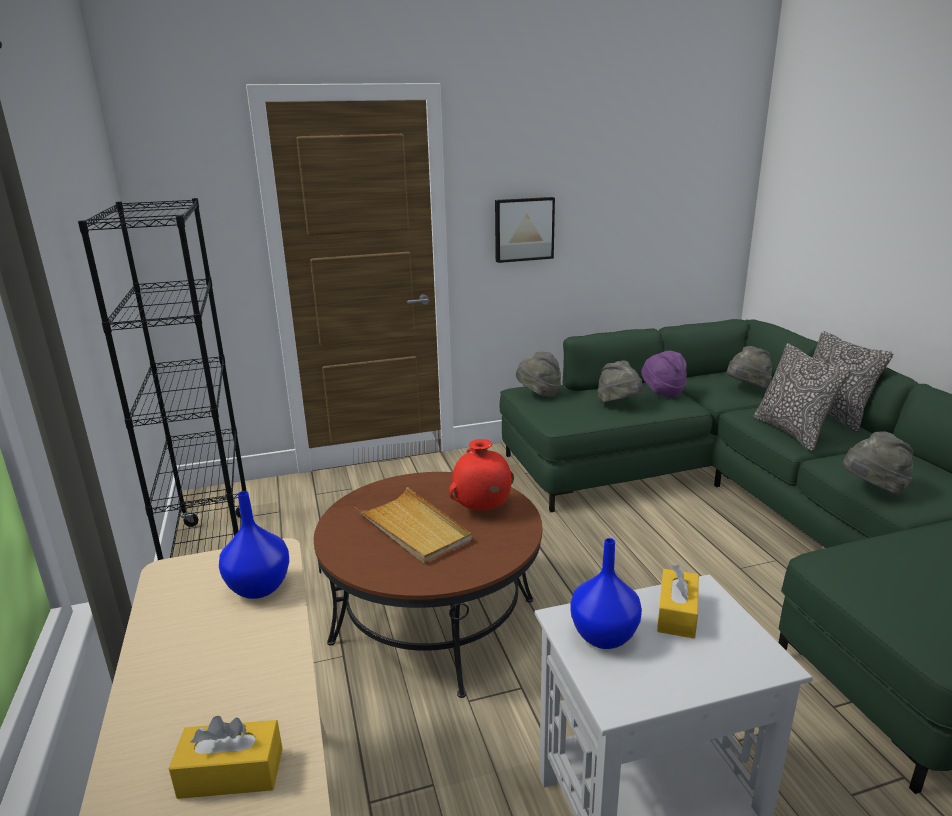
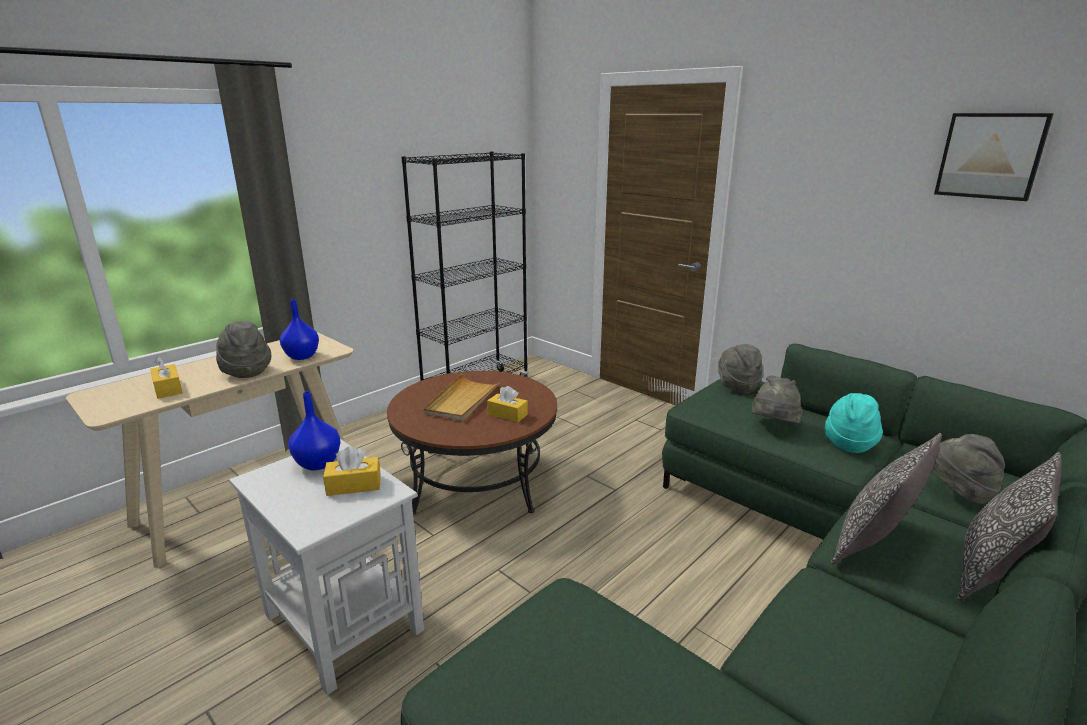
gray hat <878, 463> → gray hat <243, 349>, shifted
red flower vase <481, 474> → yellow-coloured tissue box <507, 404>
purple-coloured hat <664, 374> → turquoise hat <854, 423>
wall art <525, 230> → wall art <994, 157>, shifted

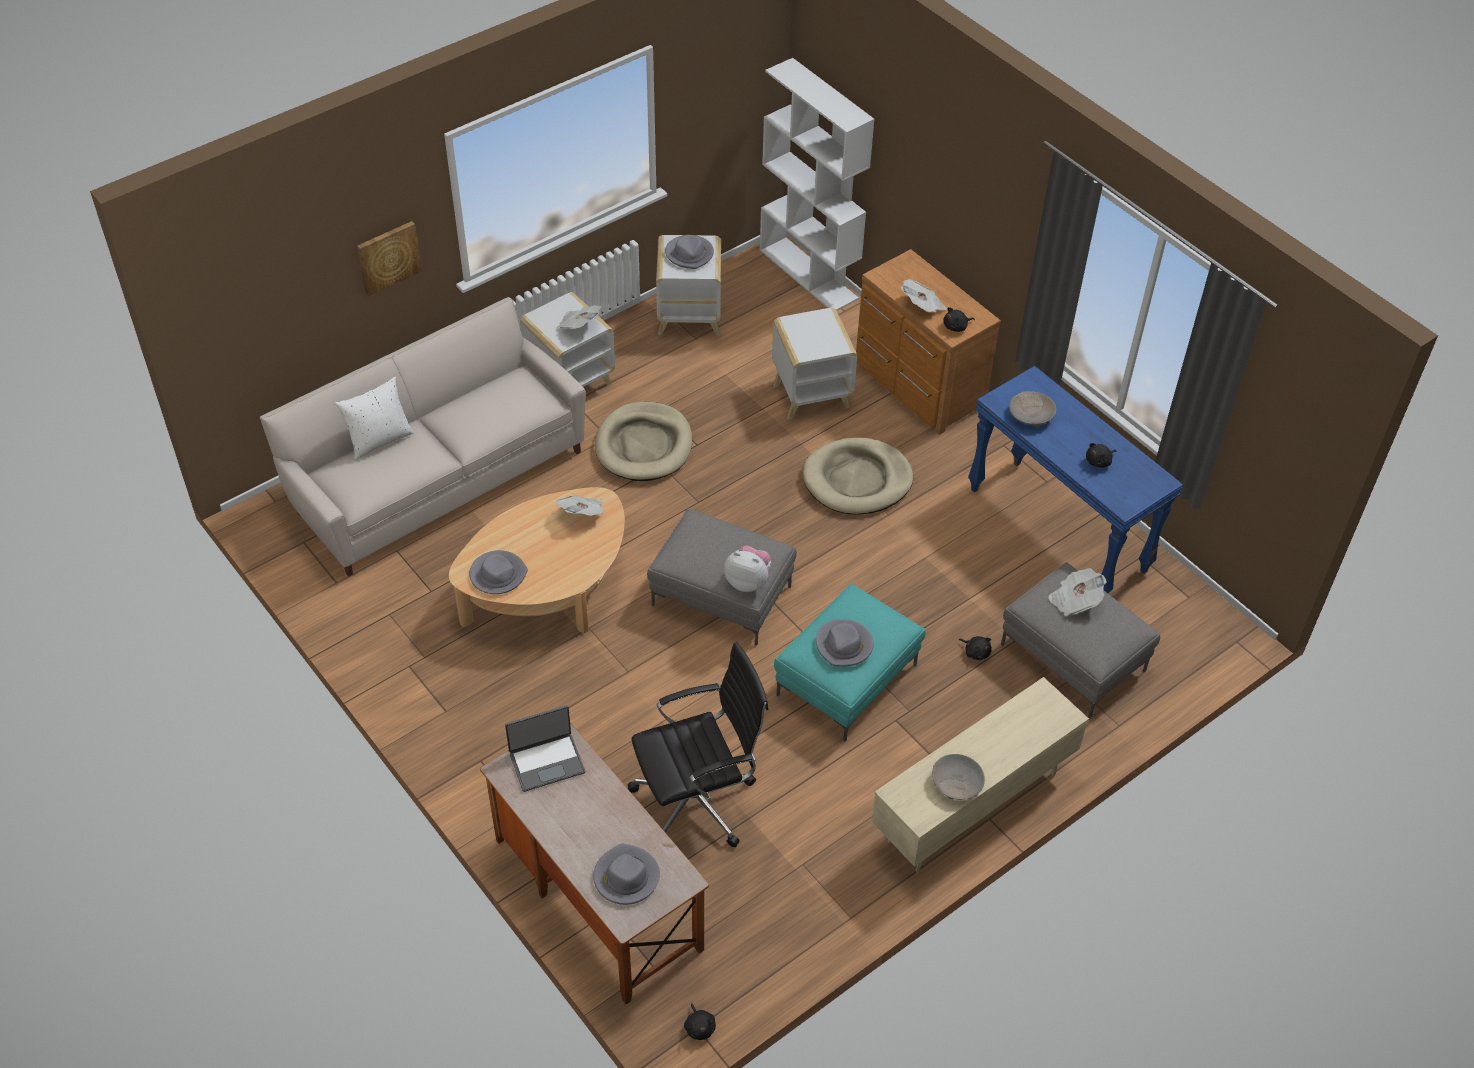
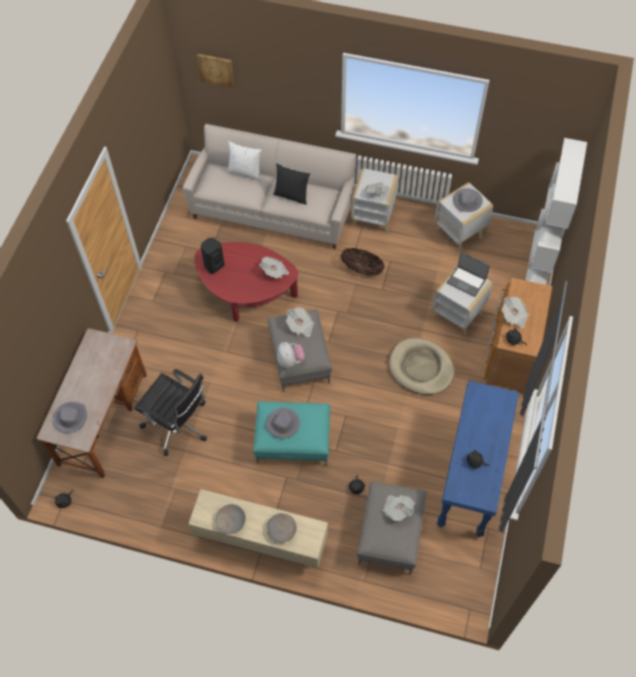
beige low table <537, 560> → red low table <246, 282>
wall art <389, 258> → wall art <216, 71>, shifted
gray hat <498, 572> → black audio speaker <212, 256>
beige bowl <1032, 409> → beige bowl <281, 528>, shifted
- → black throw pillow <291, 184>
- → newspaper <300, 322>
beige pet bed <643, 441> → basket <363, 262>
portable computer <545, 748> → portable computer <468, 274>, shifted

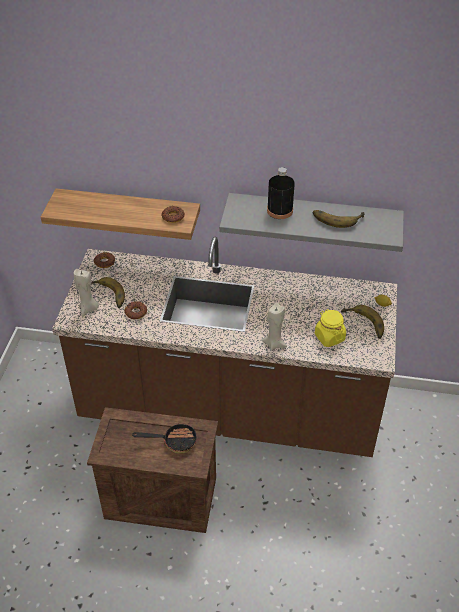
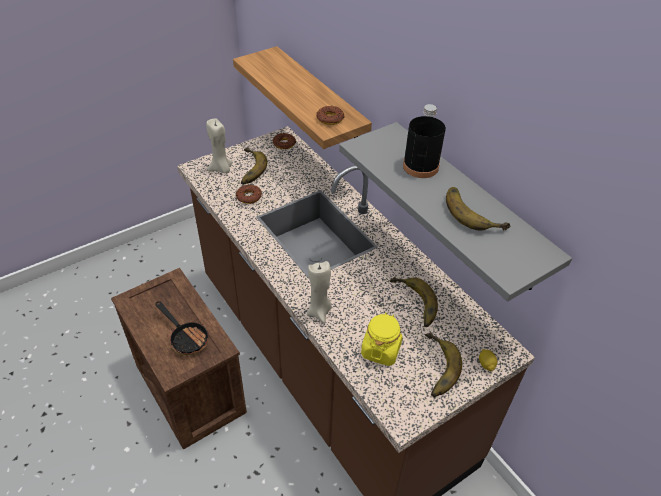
- → banana <414, 302>

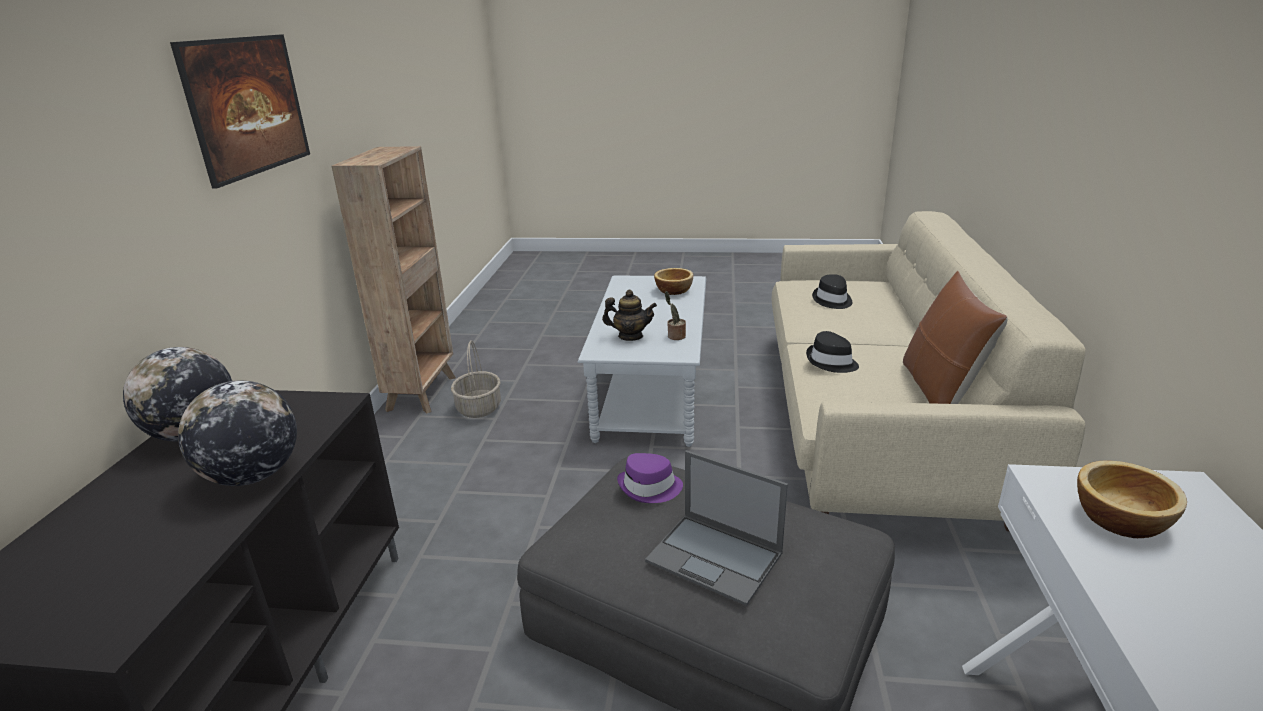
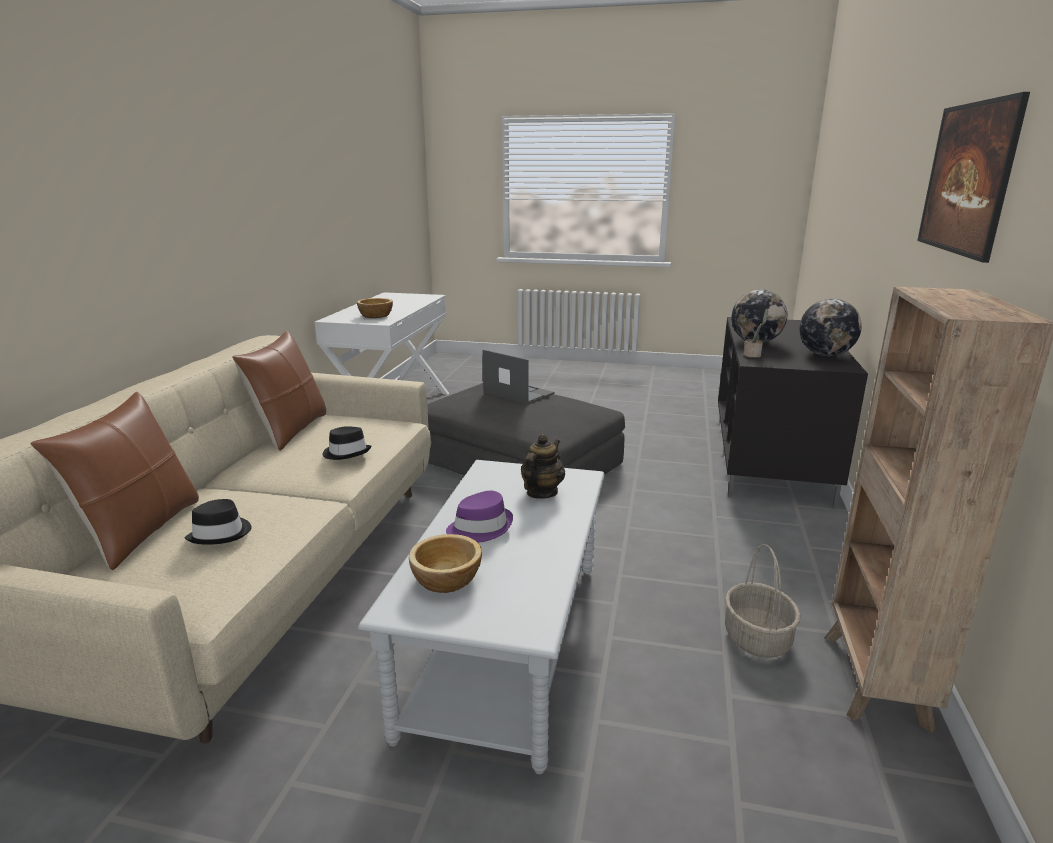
- → brownish throw pillow <115, 481>
purple-coloured hat <650, 478> → purple-coloured hat <479, 517>, shifted
teapot <629, 315> → teapot <543, 466>, 105 degrees clockwise
houseplant <675, 315> → houseplant <756, 333>, shifted

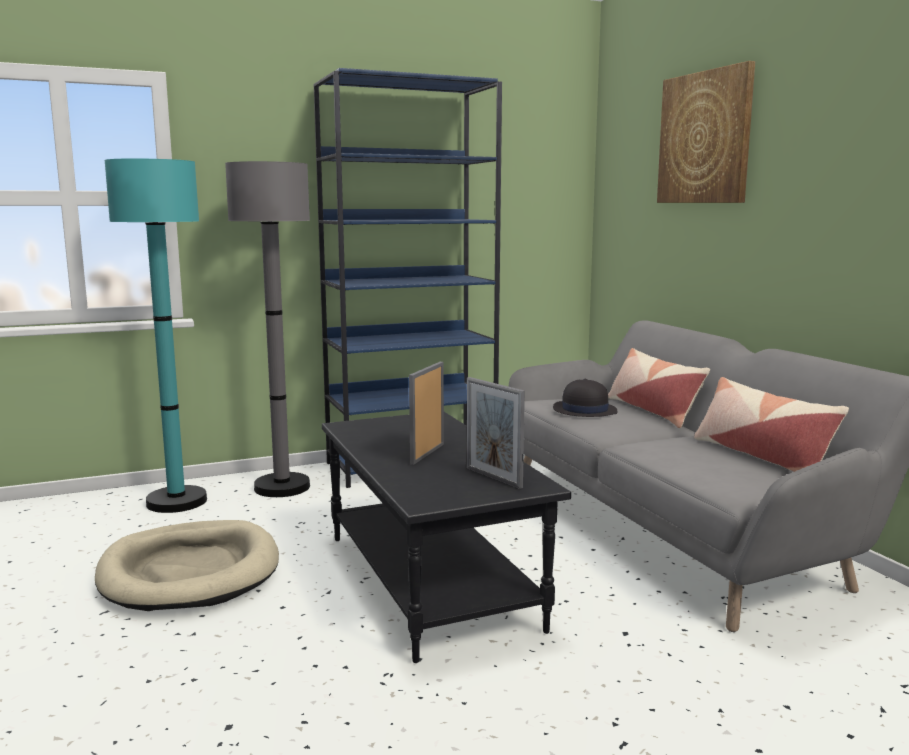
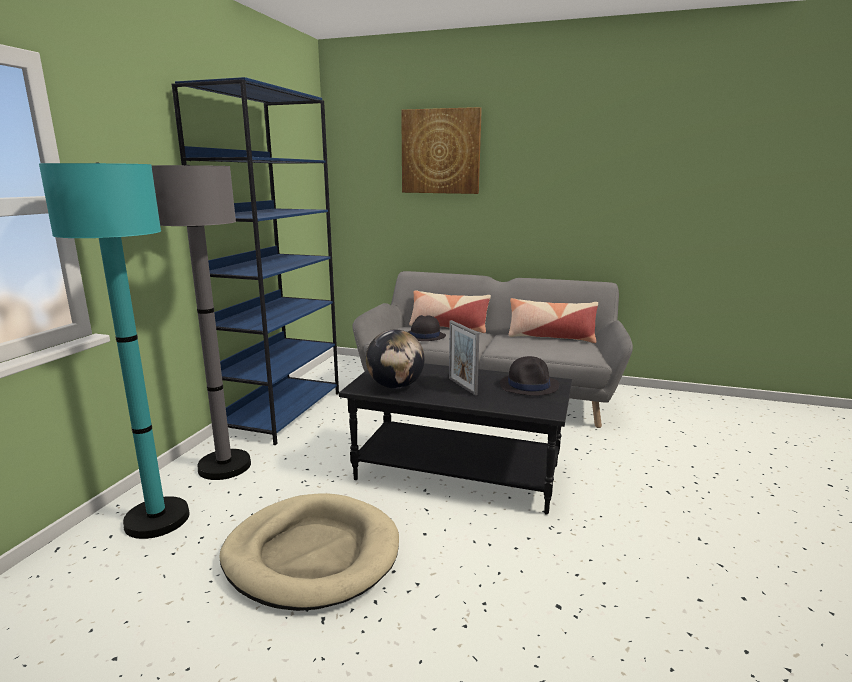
- → desk globe <395, 359>
standing frame <496, 433> → black hat <529, 376>

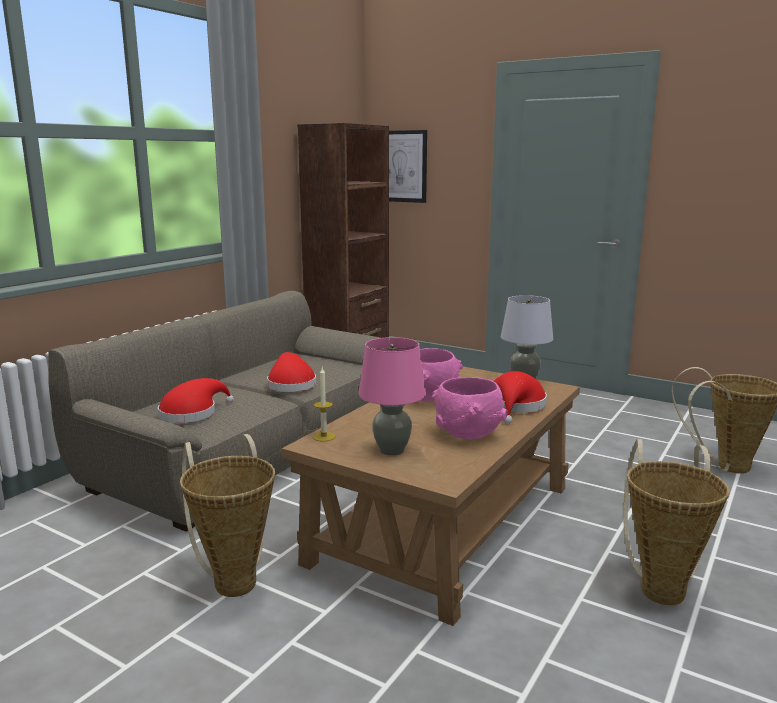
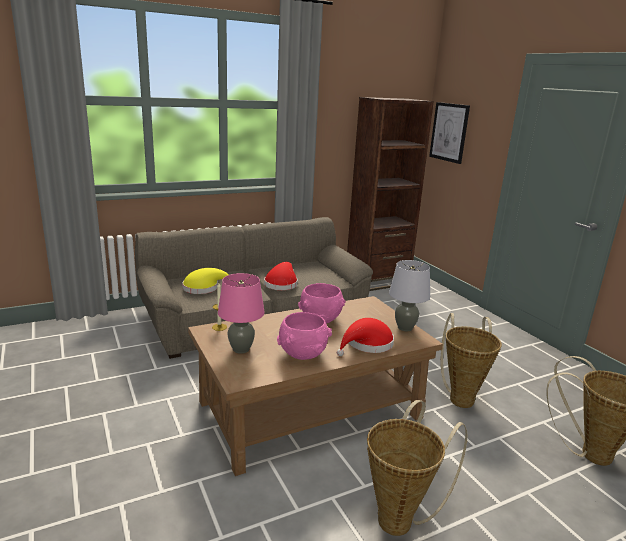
red hat <196, 400> → yellow-coloured hat <205, 281>
basket <227, 515> → basket <471, 360>, shifted

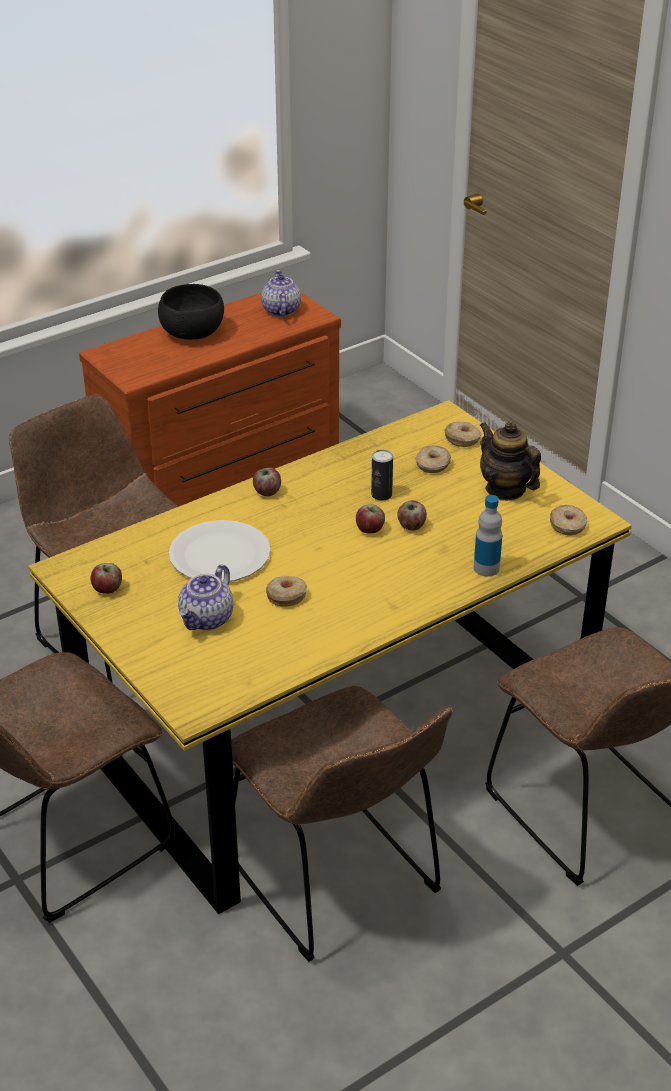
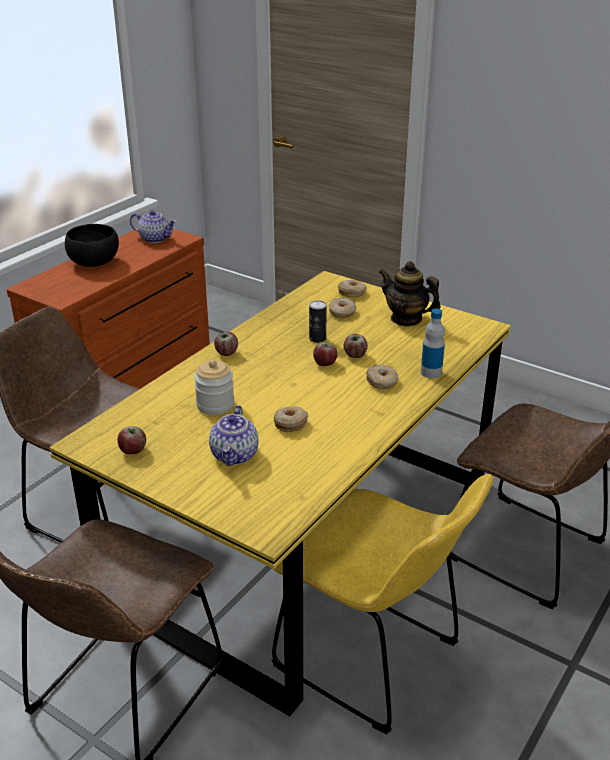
teapot <281, 293> → teapot <153, 226>, 135 degrees clockwise
white-coloured dinner plate <220, 551> → preserve jar <214, 387>
brownish plain chair <342, 824> → yellow-coloured plain chair <383, 604>
donut <568, 520> → donut <382, 377>, shifted

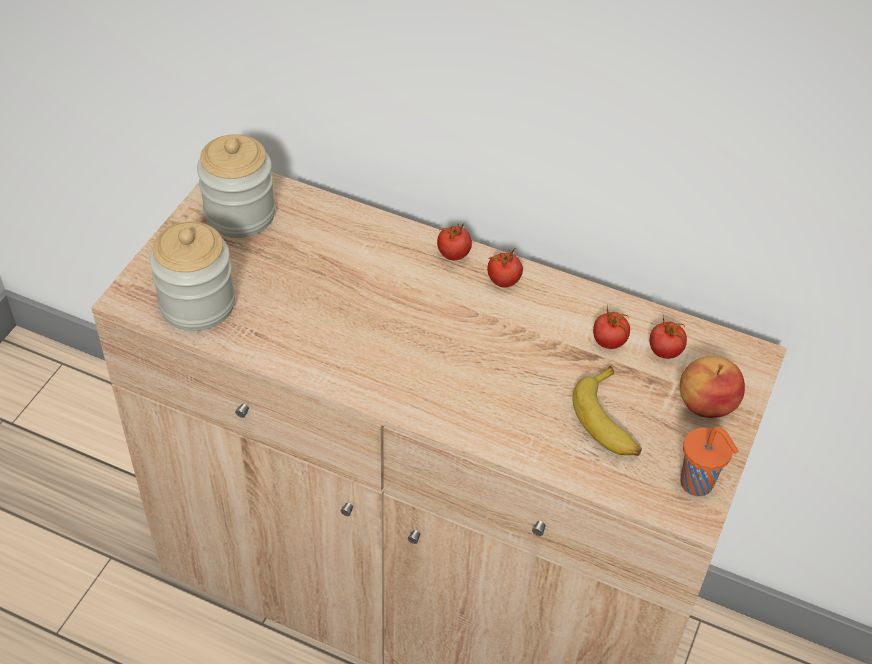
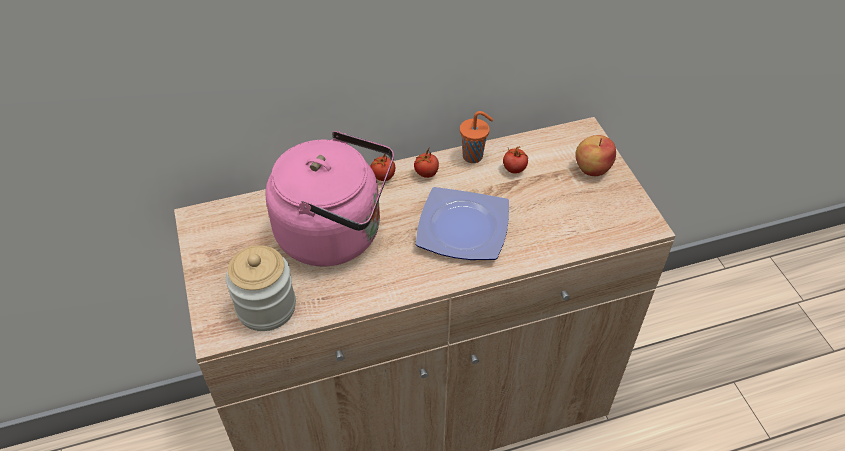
- → pink tea kettle <329, 199>
- → dinner plate <462, 223>
orangey cup <709, 461> → orangey cup <476, 137>, shifted
preserve jar <236, 186> → -
banana <607, 411> → -
whole tomato <668, 336> → -

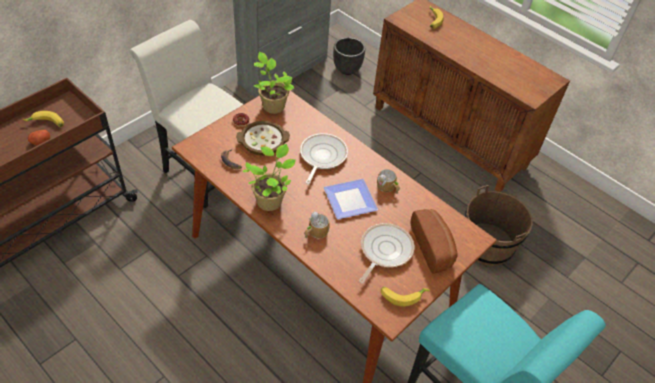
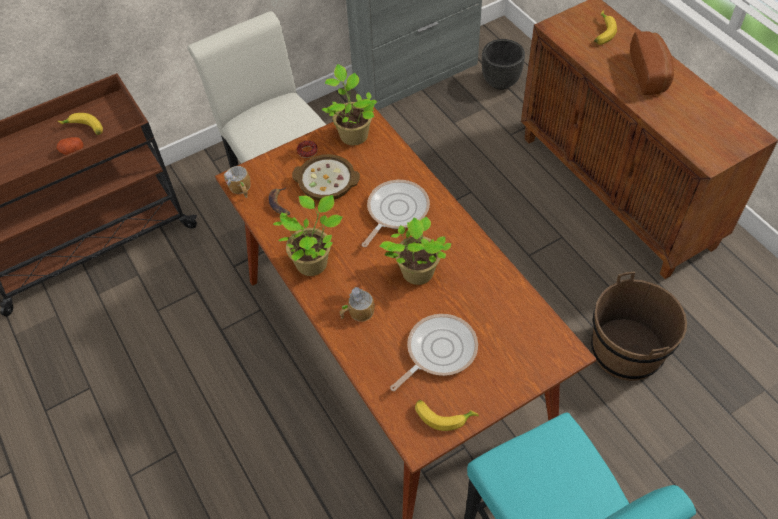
mug <388, 181> → mug <237, 182>, shifted
dinner plate <351, 199> → houseplant <415, 250>
bread <434, 241> → bread <652, 63>, shifted

